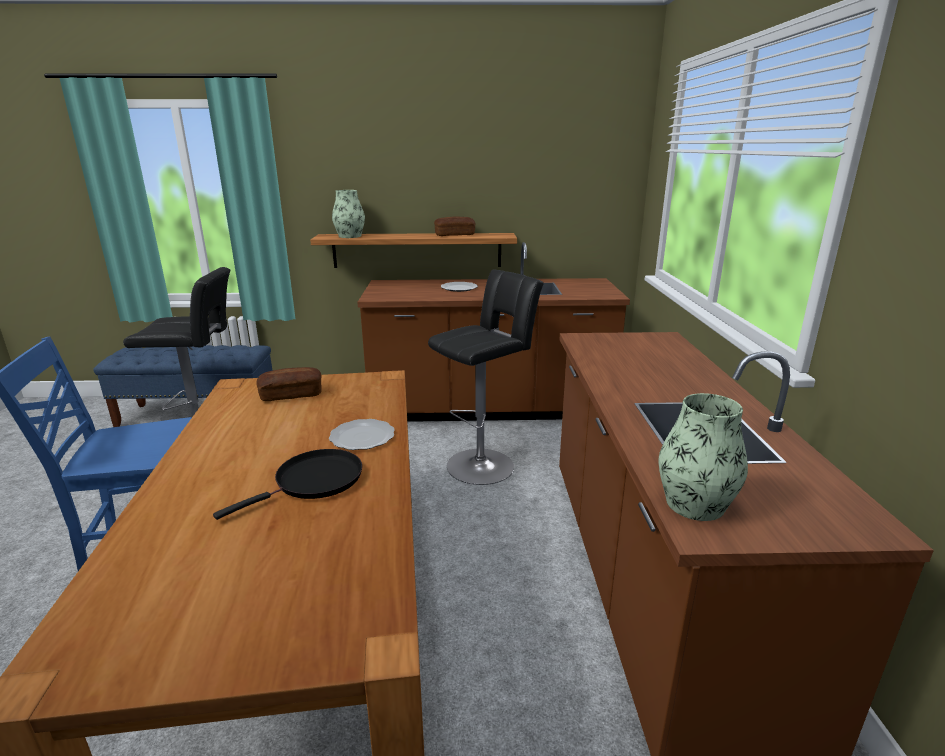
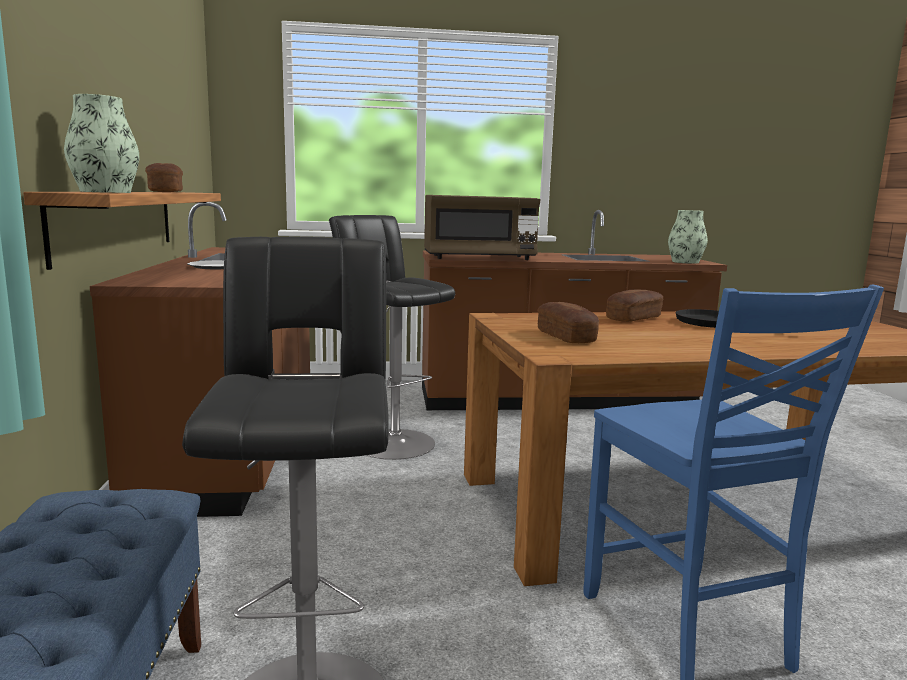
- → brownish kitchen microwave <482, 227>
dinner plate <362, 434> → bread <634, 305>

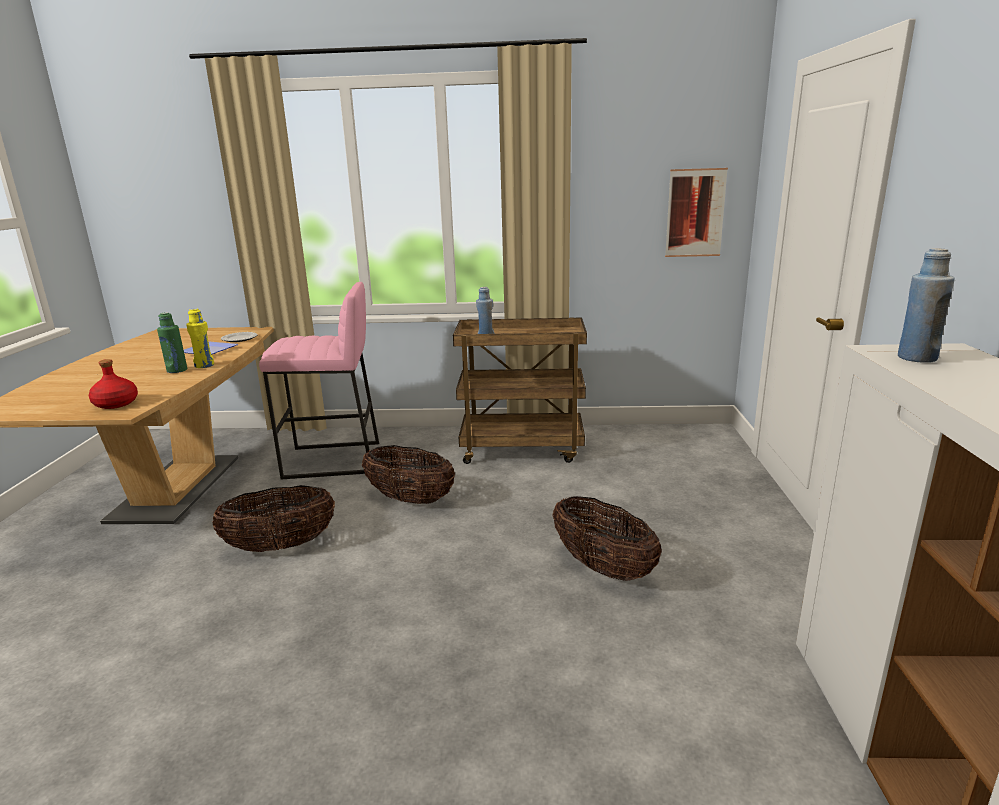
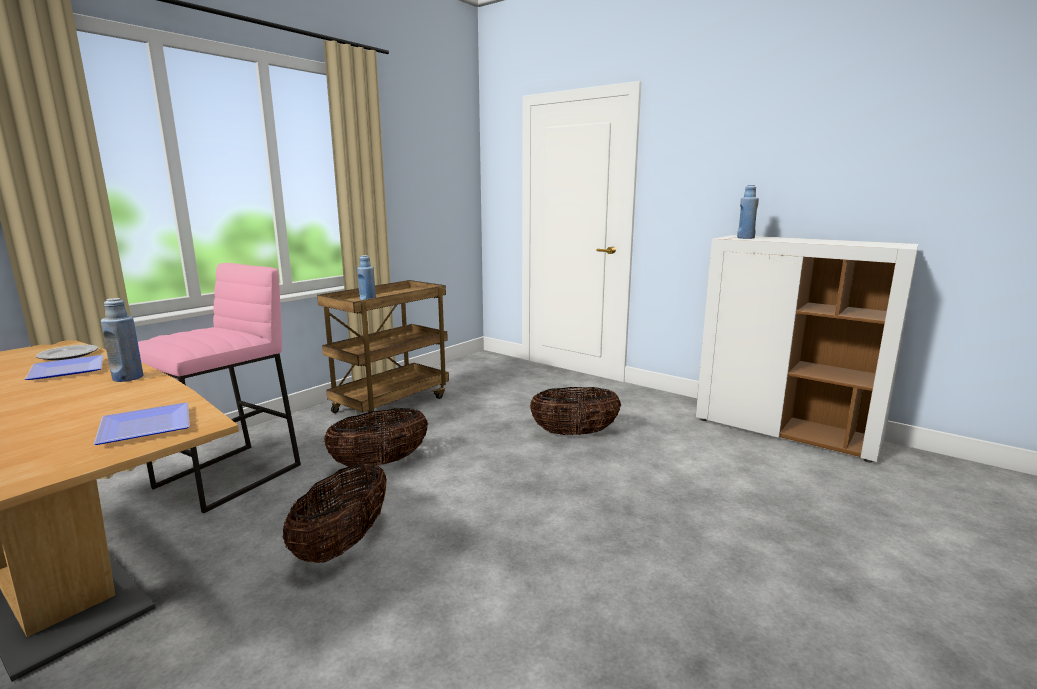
red drink bottle <113, 384> → dinner plate <142, 423>
yellow-coloured drink bottle <200, 338> → blue drink bottle <122, 340>
greenish drink bottle <172, 342> → -
wall art <696, 212> → -

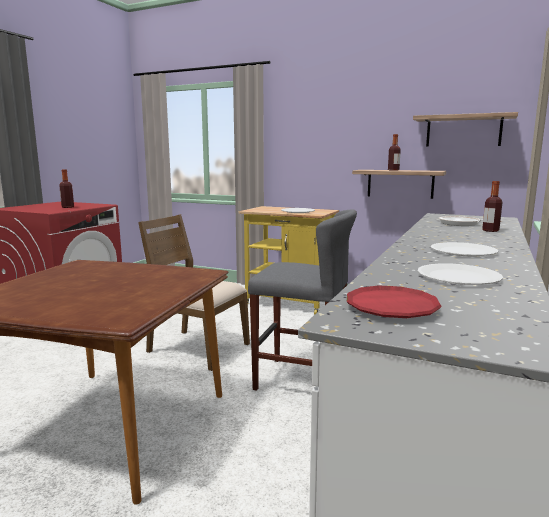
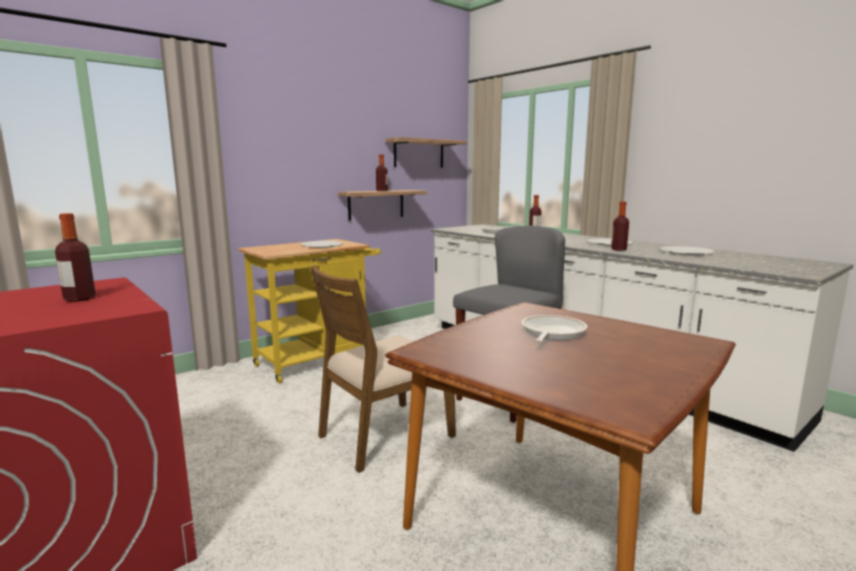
- → skillet <555, 329>
- → drink bottle <620, 226>
red dinner plate <394, 301> → -

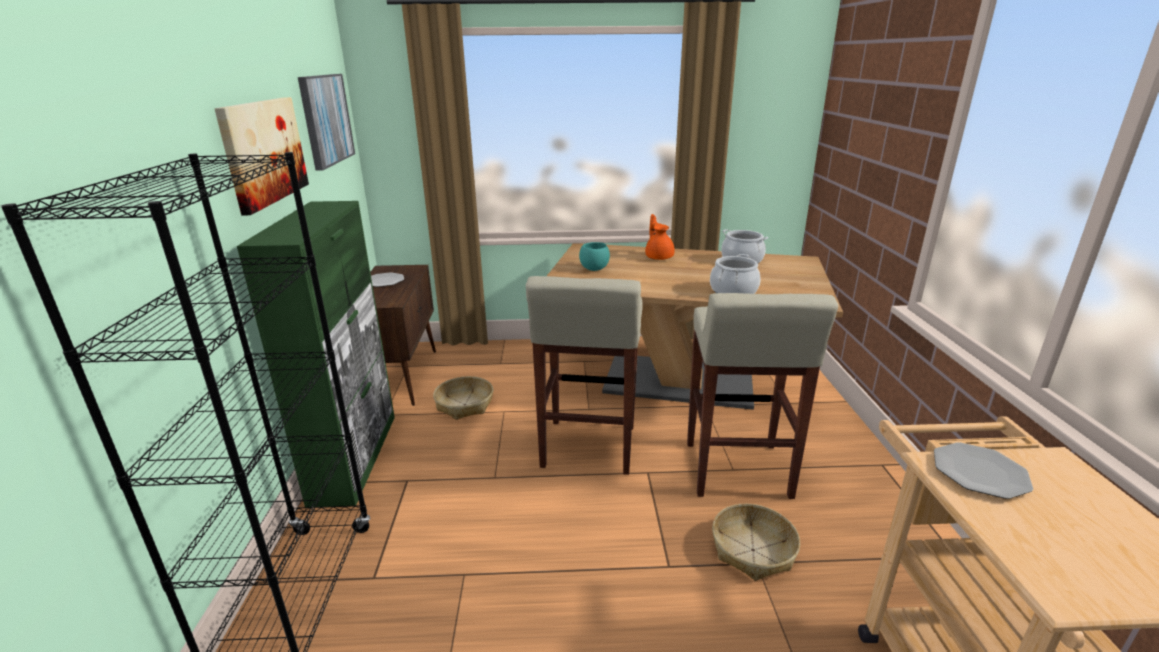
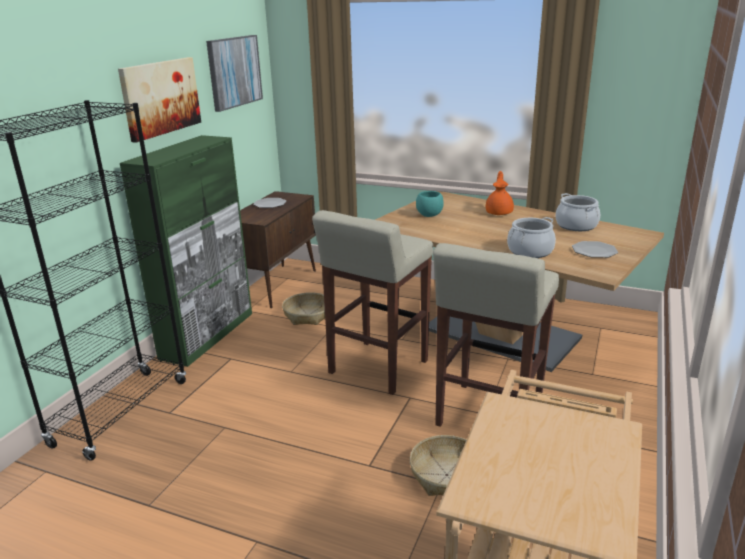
dinner plate <983, 470> → dinner plate <595, 249>, shifted

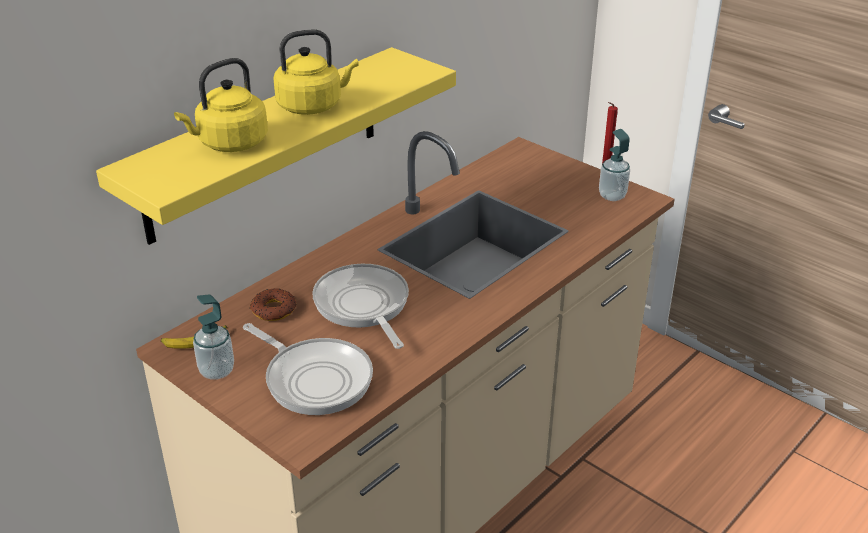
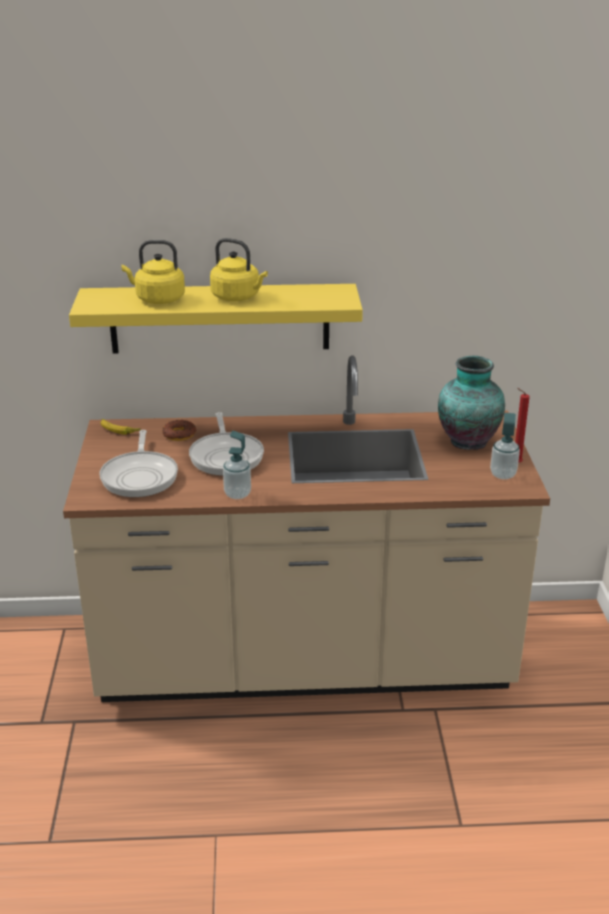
skillet <360, 306> → skillet <226, 444>, 150 degrees clockwise
liquid soap bottle <213, 337> → liquid soap bottle <237, 465>, shifted
- → flower vase <471, 402>

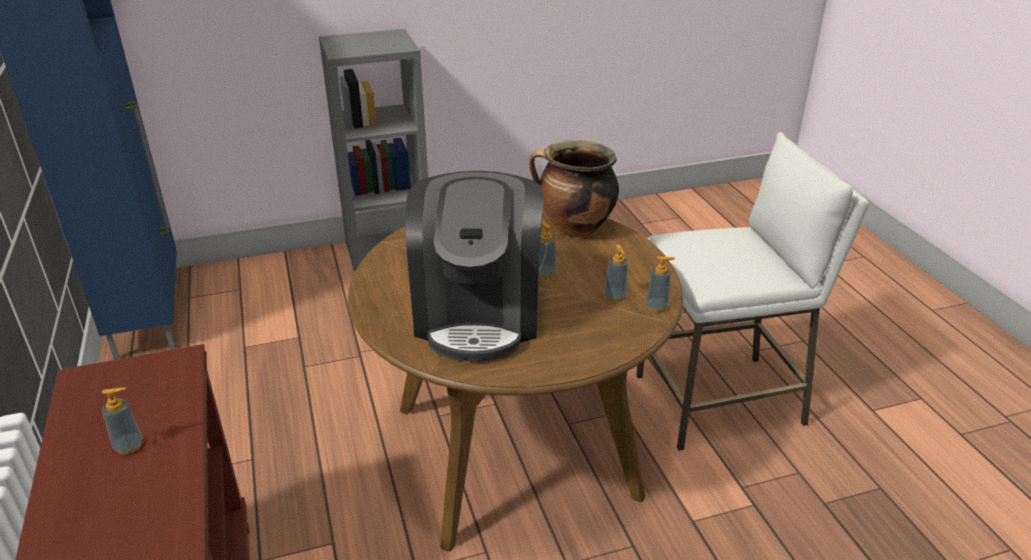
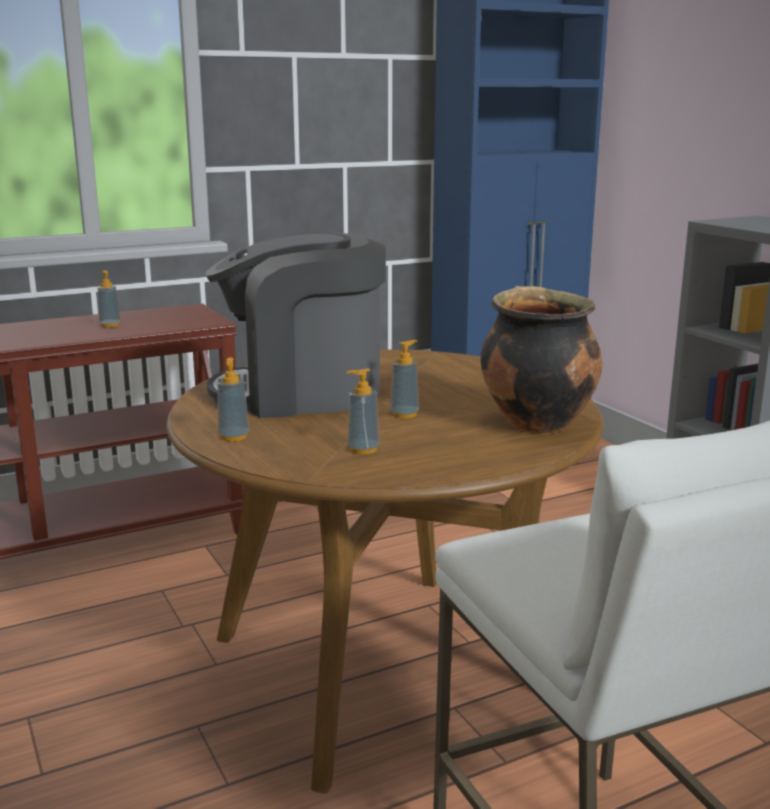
liquid soap bottle <660, 284> → liquid soap bottle <233, 399>, shifted

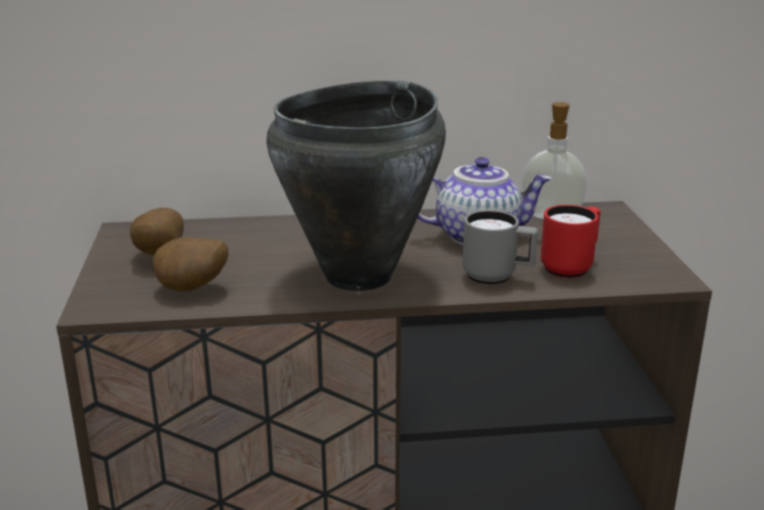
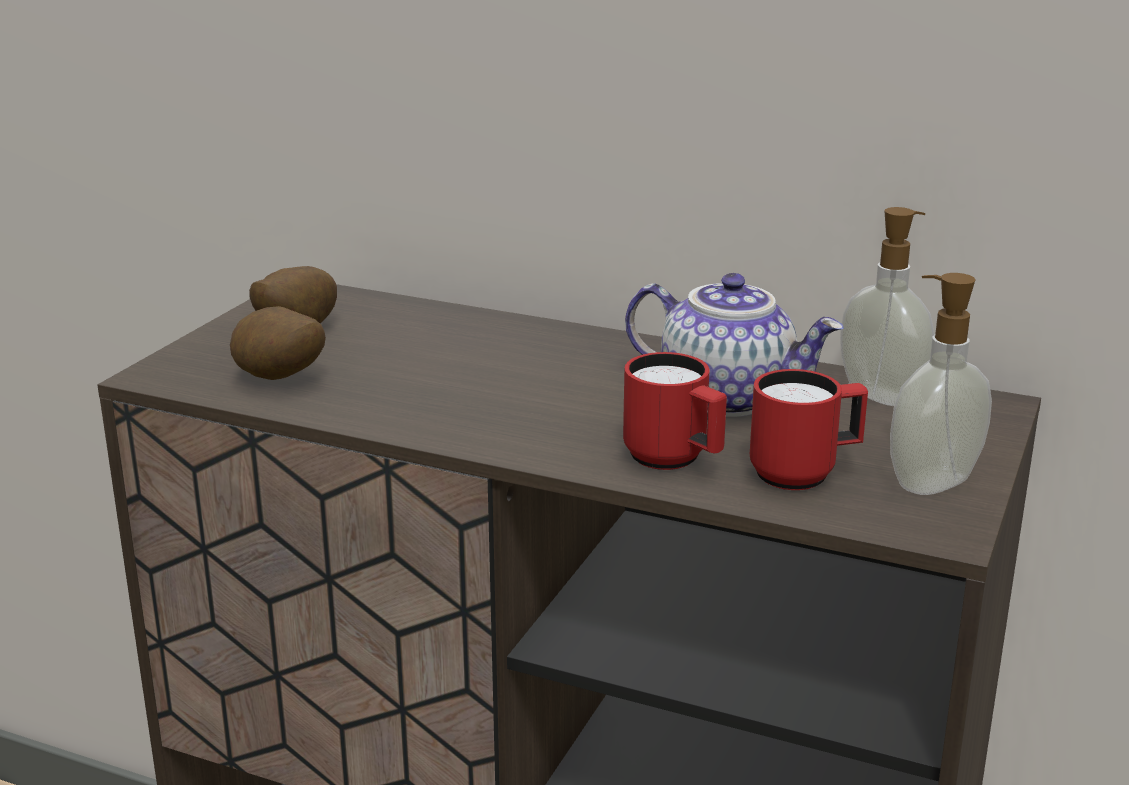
gray mug <500, 247> → red mug <675, 411>
- → liquid soap bottle <941, 384>
black saucepot <356, 185> → -

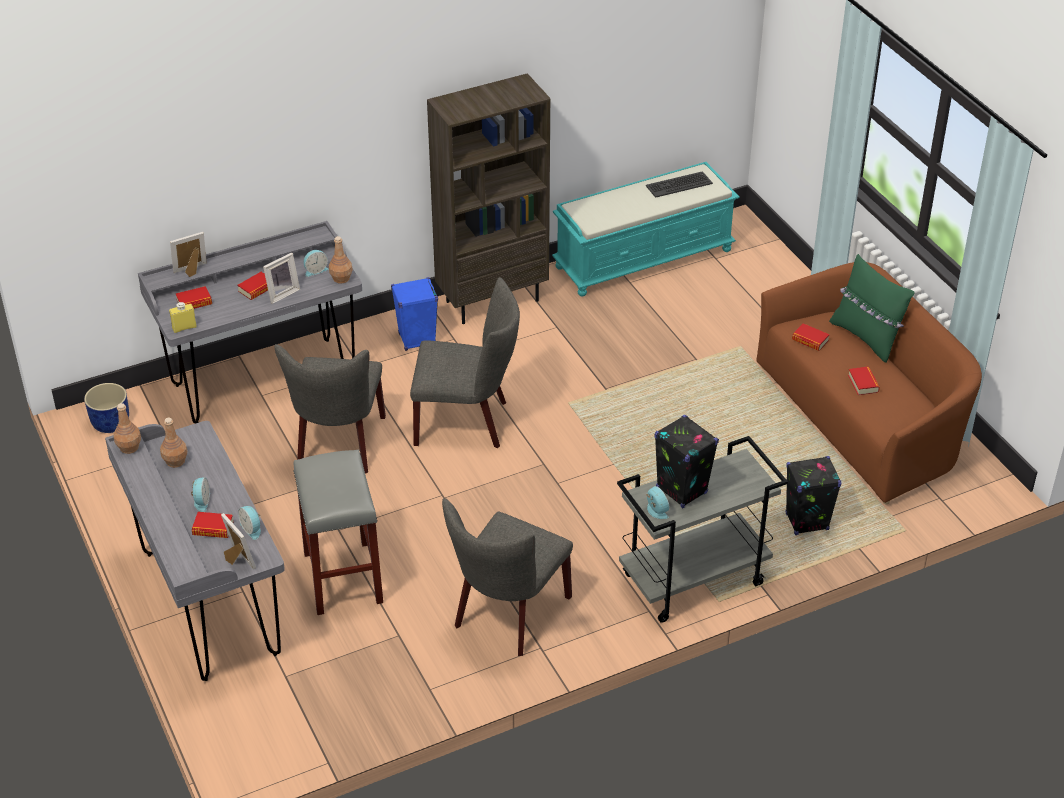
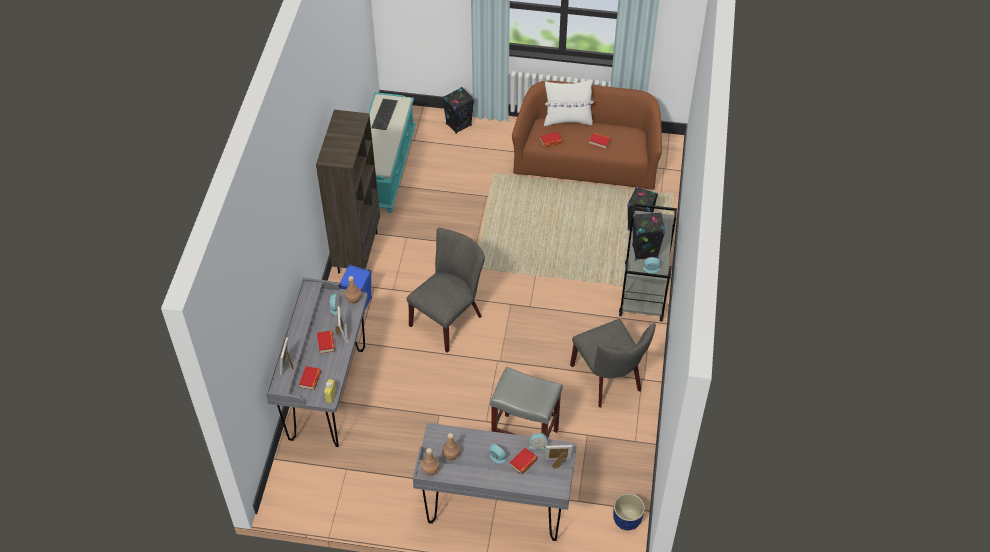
- → black audio speaker <458, 110>
greenish throw pillow <872, 308> → white-coloured throw pillow <569, 103>
blue flower pot <106, 408> → blue flower pot <629, 511>, shifted
gray plain chair <330, 409> → -

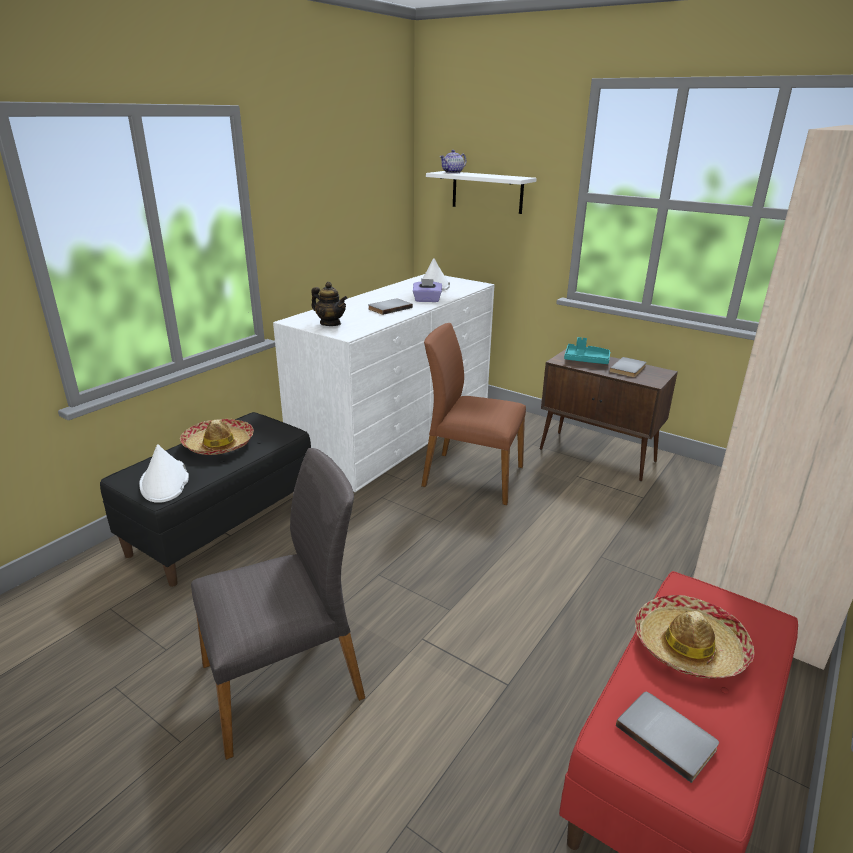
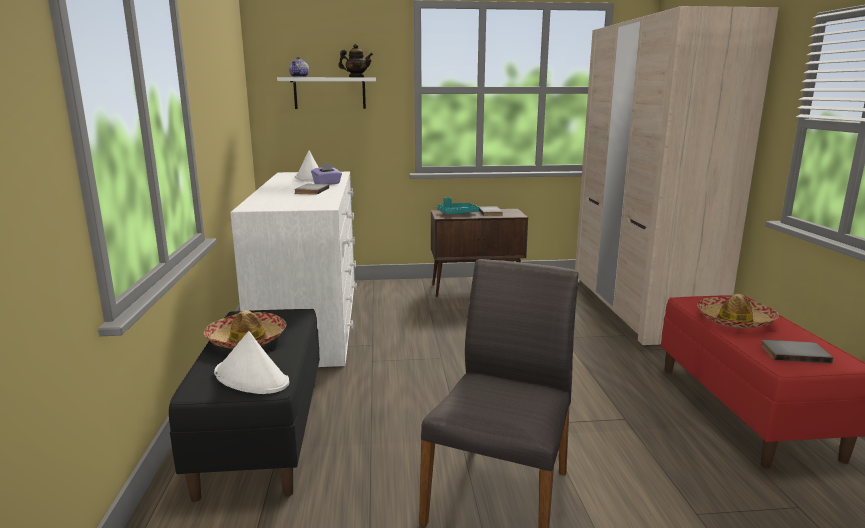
teapot <329, 304> → teapot <355, 60>, shifted
brownish plain chair <473, 414> → -

